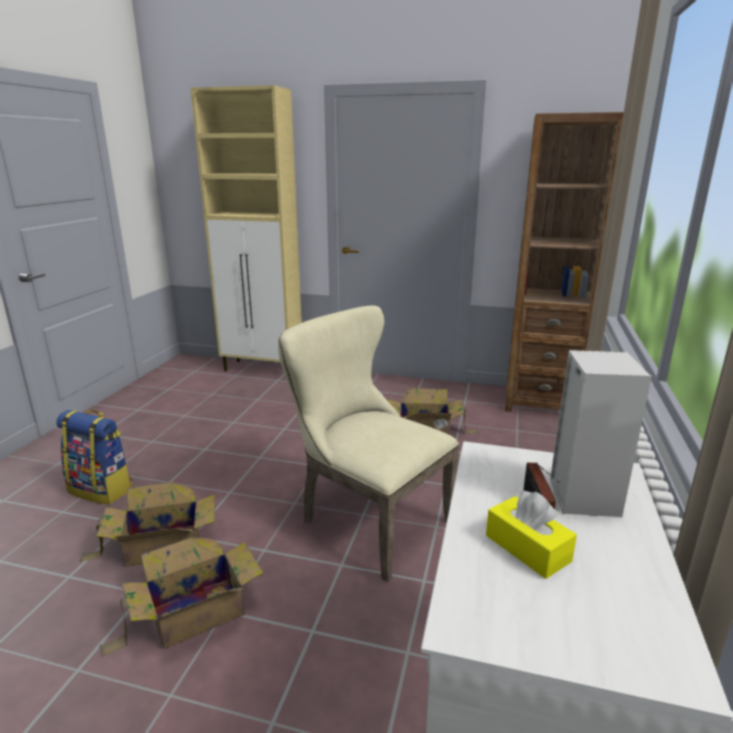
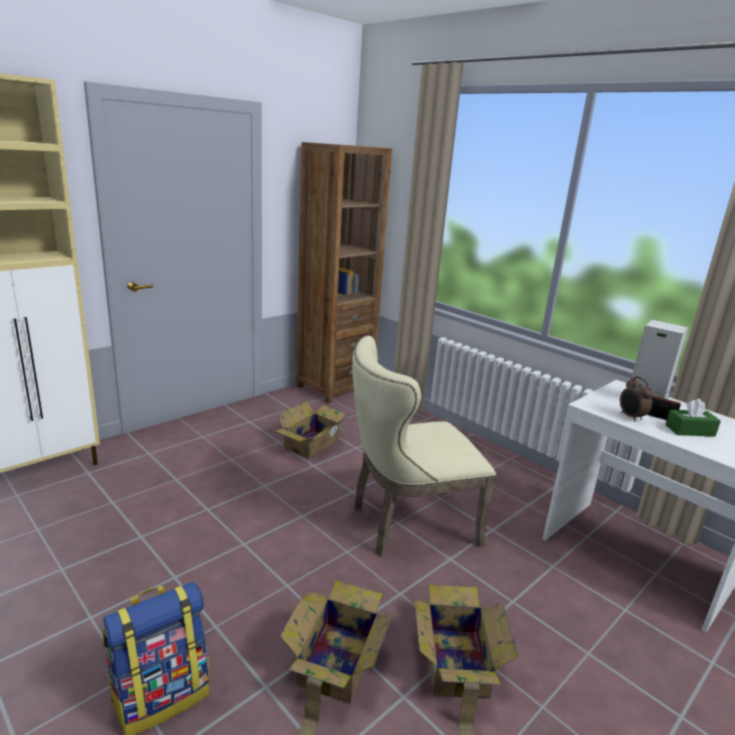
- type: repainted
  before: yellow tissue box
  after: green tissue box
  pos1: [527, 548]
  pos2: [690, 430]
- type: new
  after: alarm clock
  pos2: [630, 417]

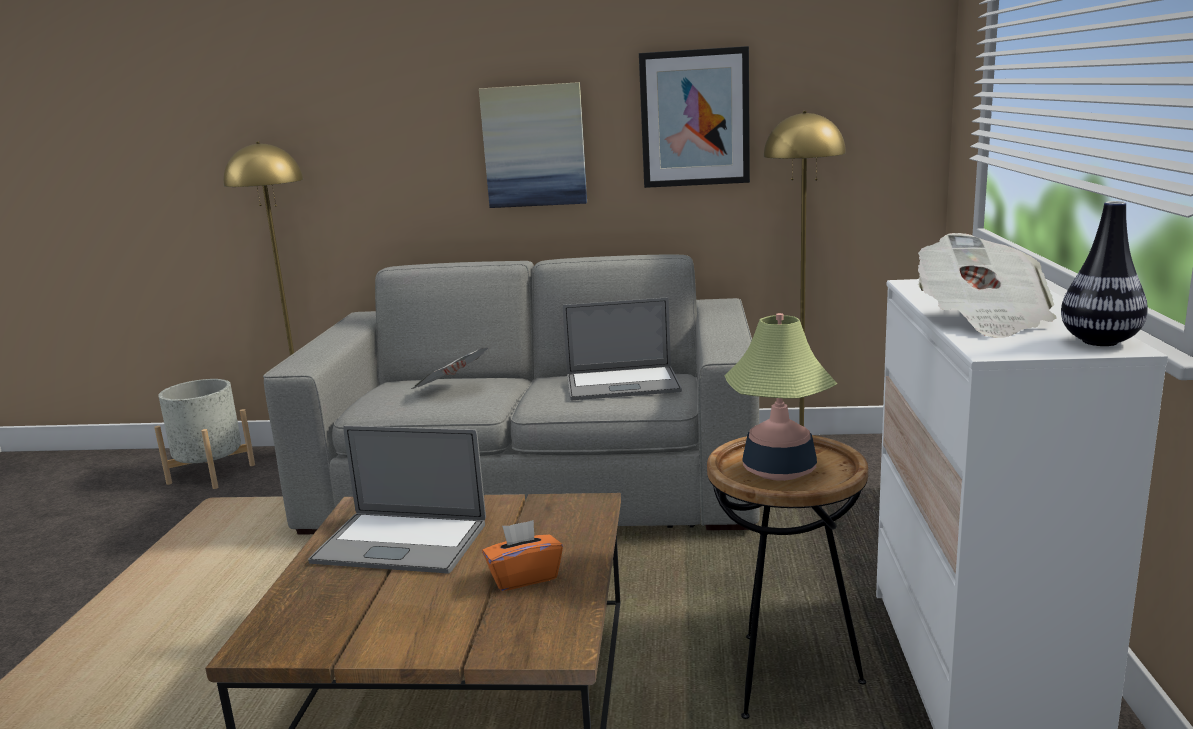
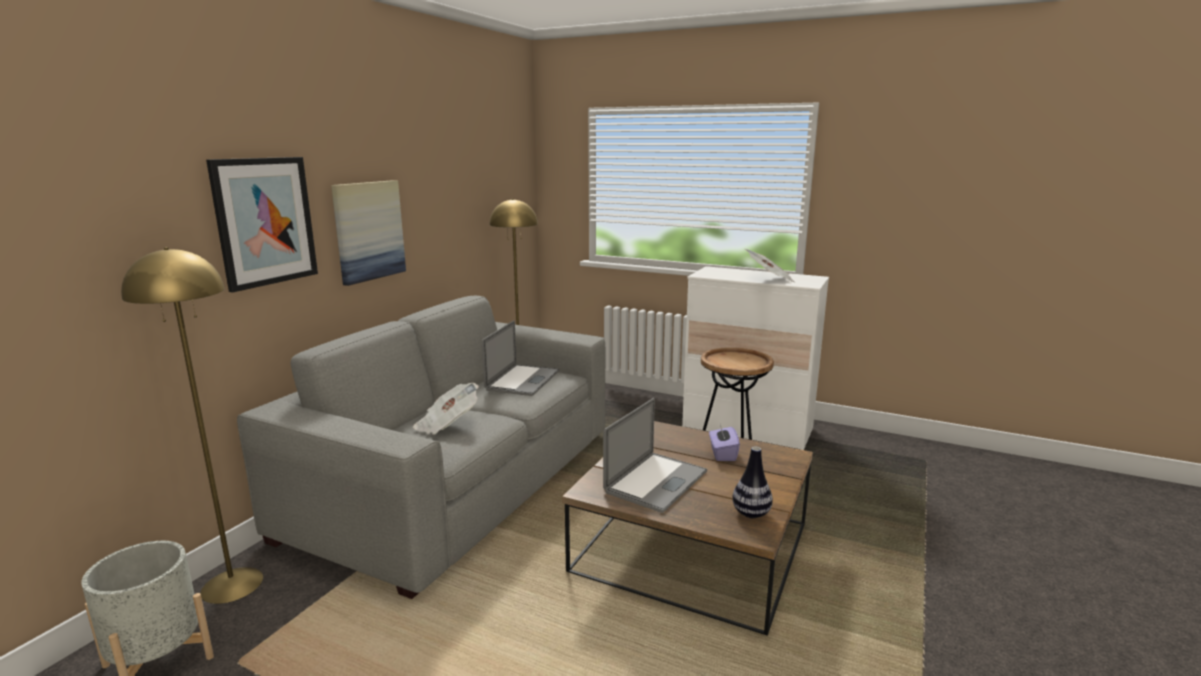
- type: shifted
  before: picture
  pos1: [695, 118]
  pos2: [265, 221]
- type: shifted
  before: vase
  pos1: [1099, 342]
  pos2: [751, 514]
- type: gone
  before: table lamp
  pos1: [779, 470]
- type: repainted
  before: orange tissue box
  after: purple tissue box
  pos1: [524, 577]
  pos2: [722, 454]

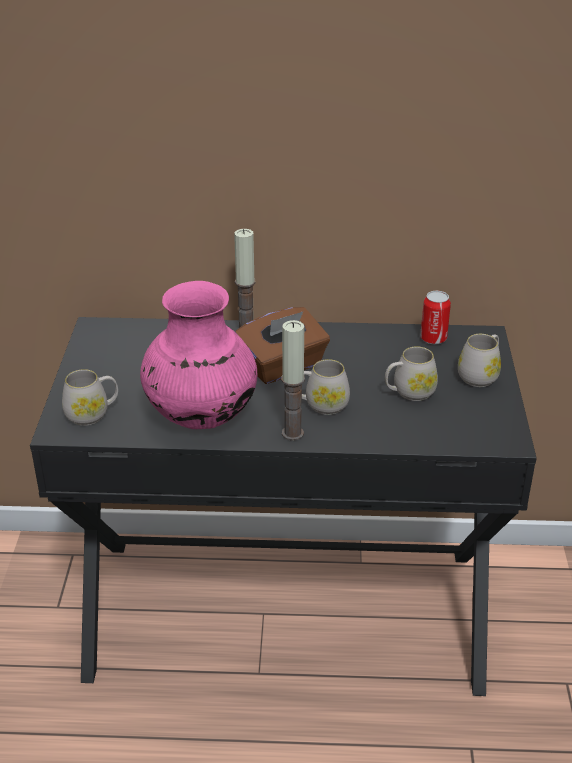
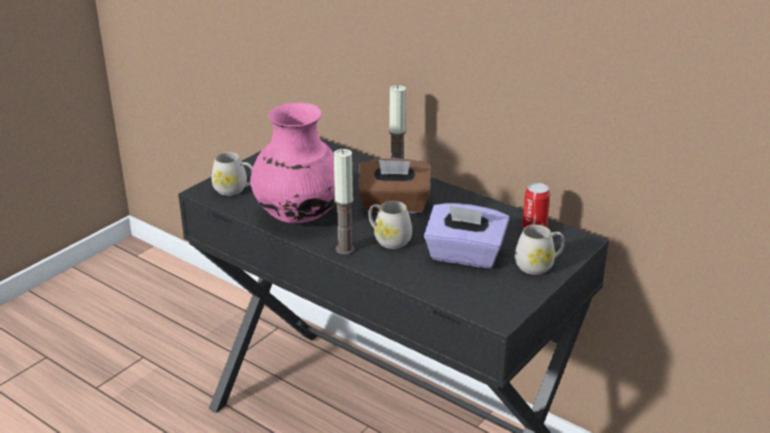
- type: swapped
  before: white mug
  after: purple tissue box
  pos1: [409, 392]
  pos2: [464, 256]

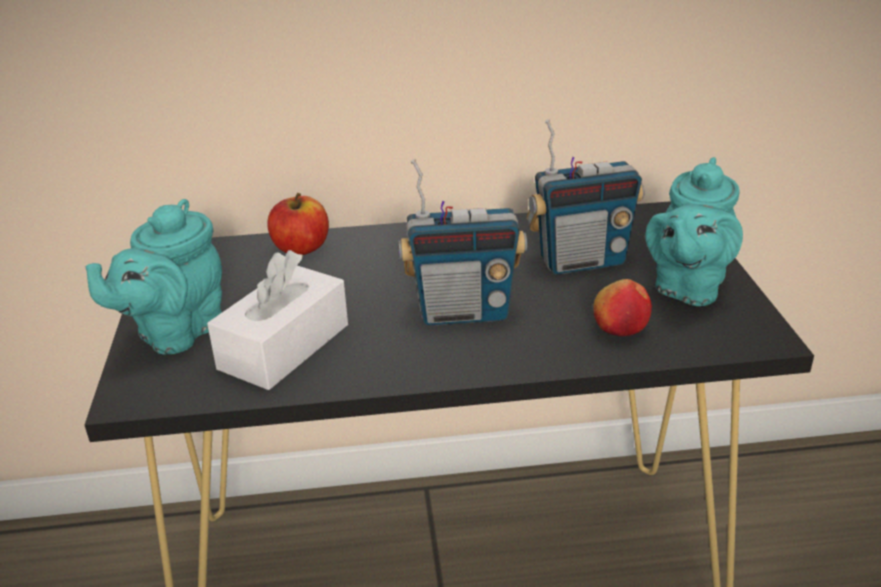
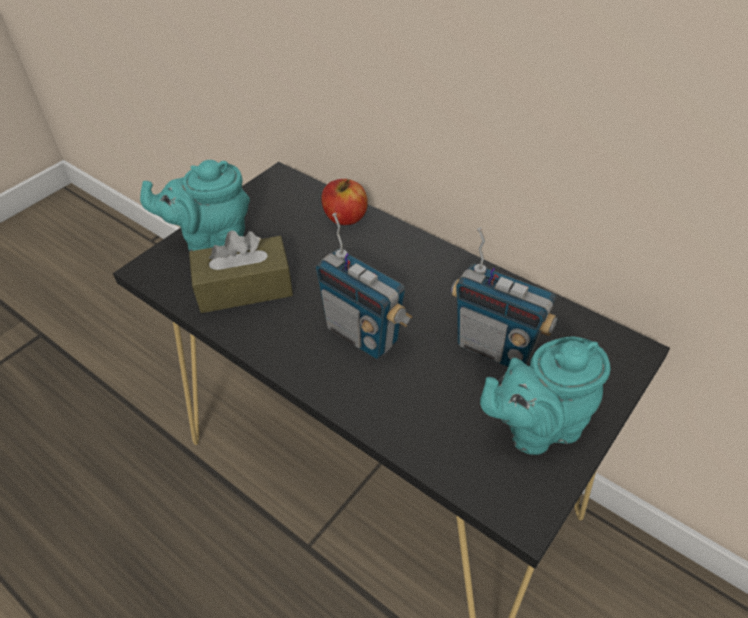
- type: repainted
  before: white tissue box
  after: brown tissue box
  pos1: [284, 347]
  pos2: [244, 288]
- type: gone
  before: apple
  pos1: [619, 328]

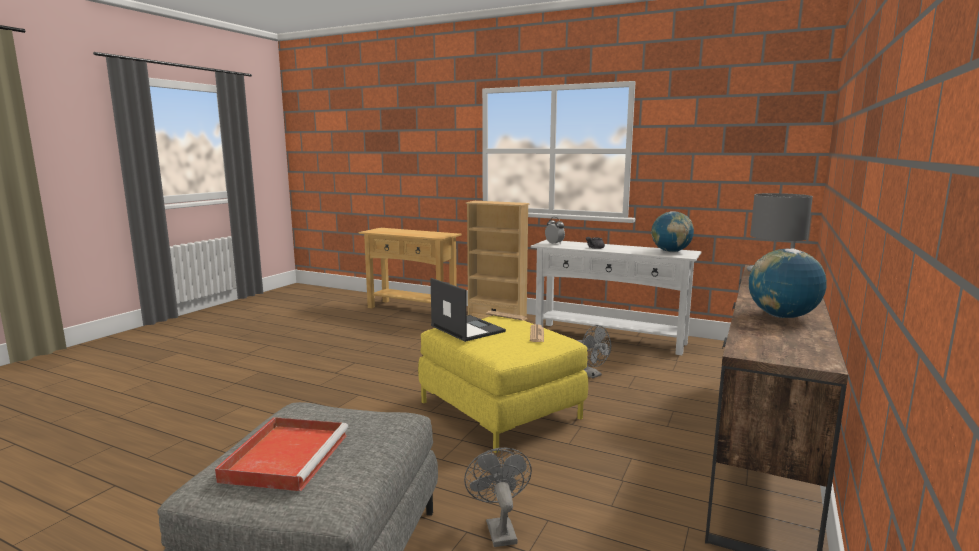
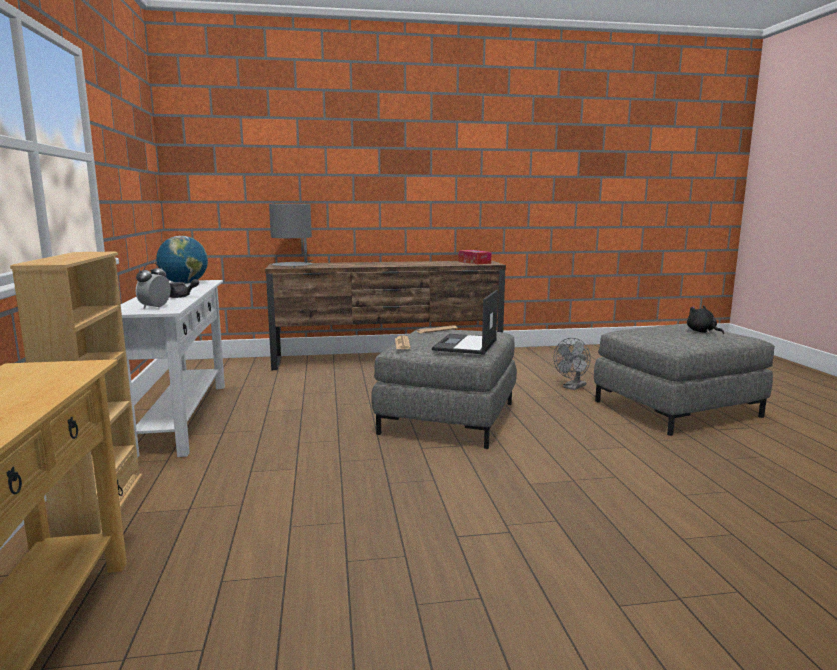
- type: gone
  before: globe
  pos1: [782, 317]
- type: repainted
  before: yellow ottoman
  after: grey ottoman
  pos1: [498, 410]
  pos2: [449, 418]
- type: gone
  before: grey fan
  pos1: [591, 375]
- type: swapped
  before: red tray
  after: black plush toy
  pos1: [287, 456]
  pos2: [702, 332]
- type: new
  after: tissue box
  pos2: [474, 262]

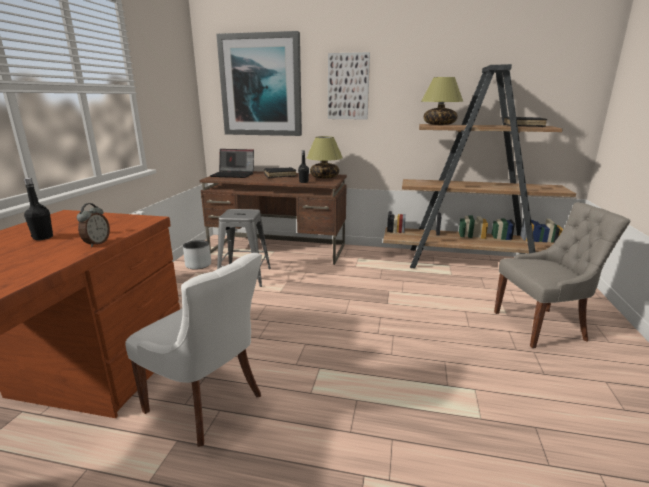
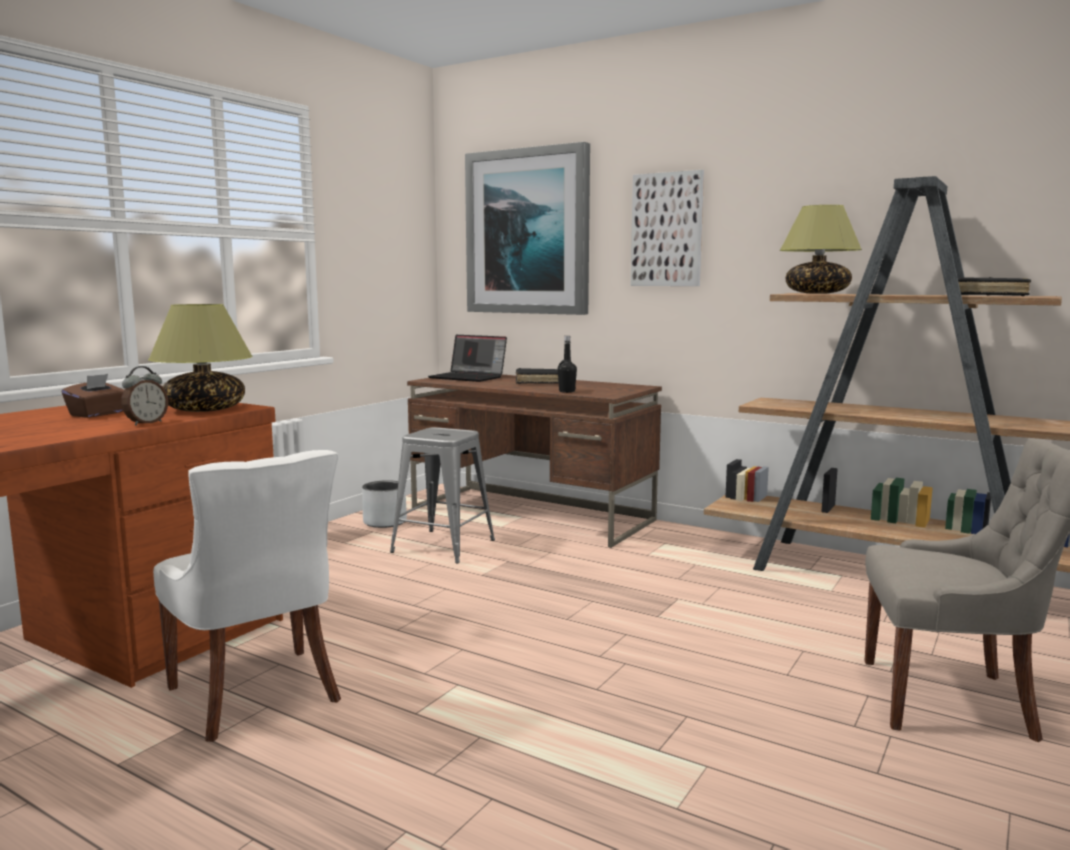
- type: shifted
  before: table lamp
  pos1: [324, 177]
  pos2: [204, 410]
- type: swapped
  before: black bottle
  after: brown tissue box
  pos1: [43, 237]
  pos2: [98, 414]

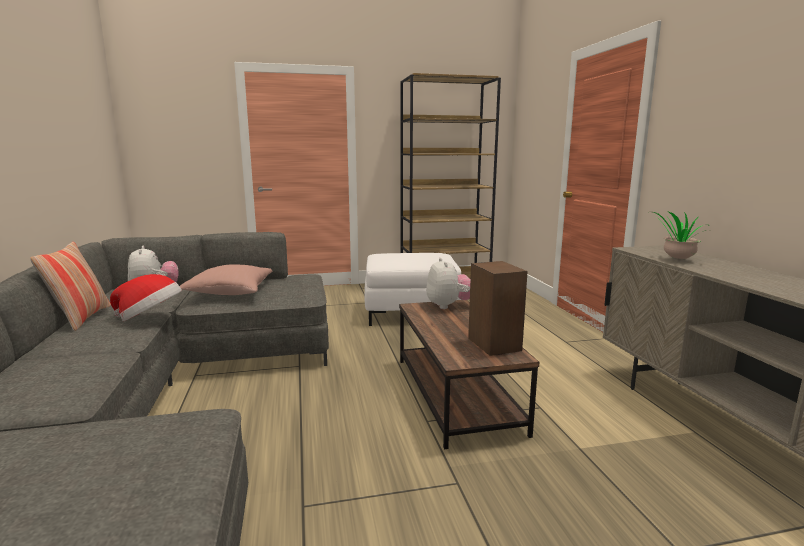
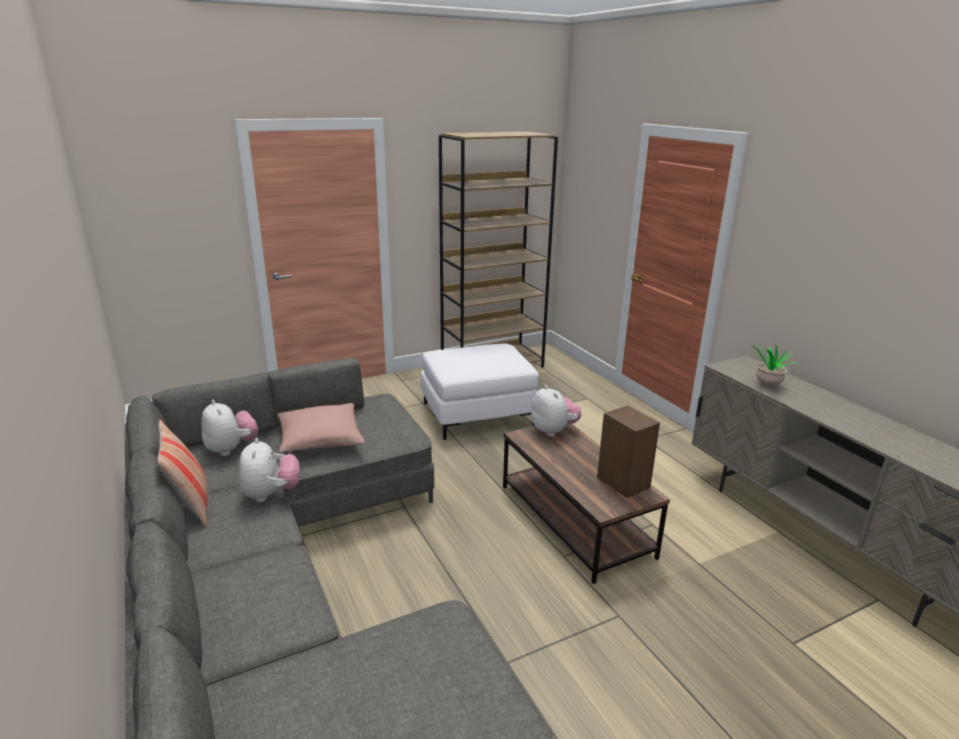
- type: swapped
  before: hat
  after: plush toy
  pos1: [150, 318]
  pos2: [271, 494]

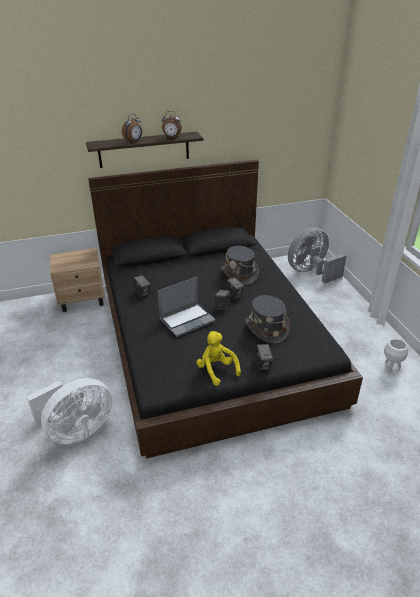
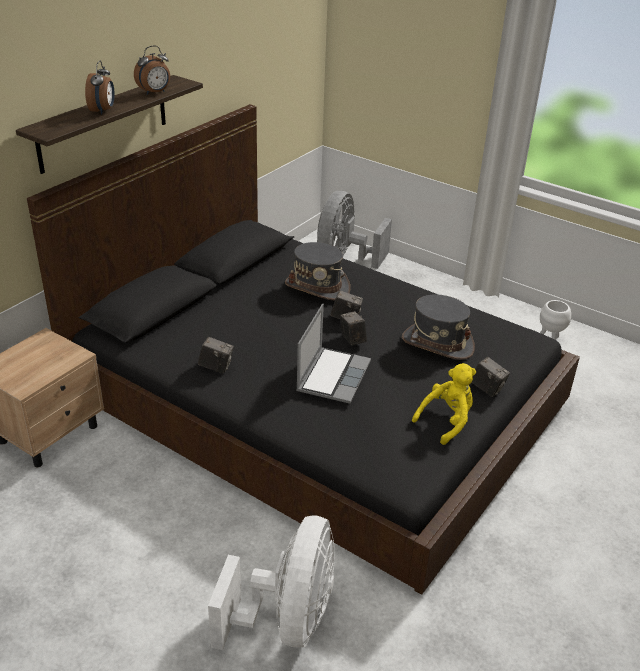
- type: rotated
  before: yellow plush toy
  pos1: [216, 370]
  pos2: [446, 421]
  turn: 120

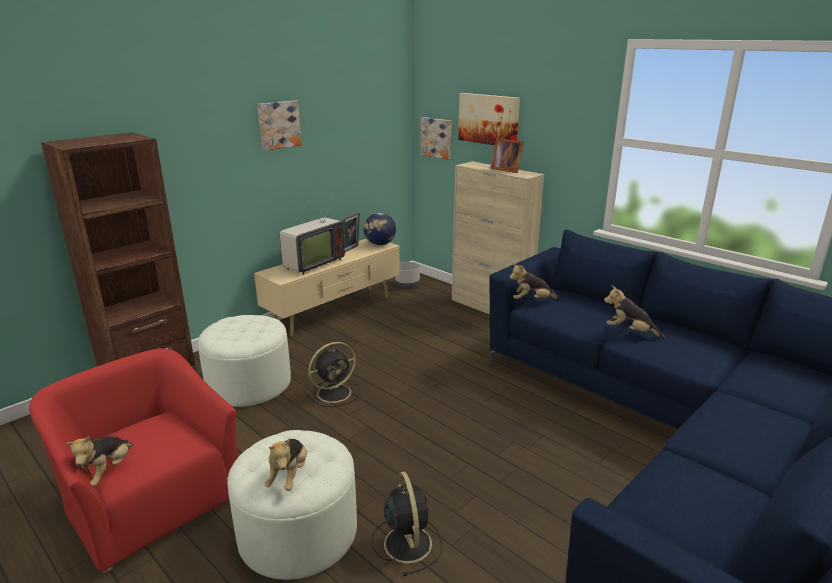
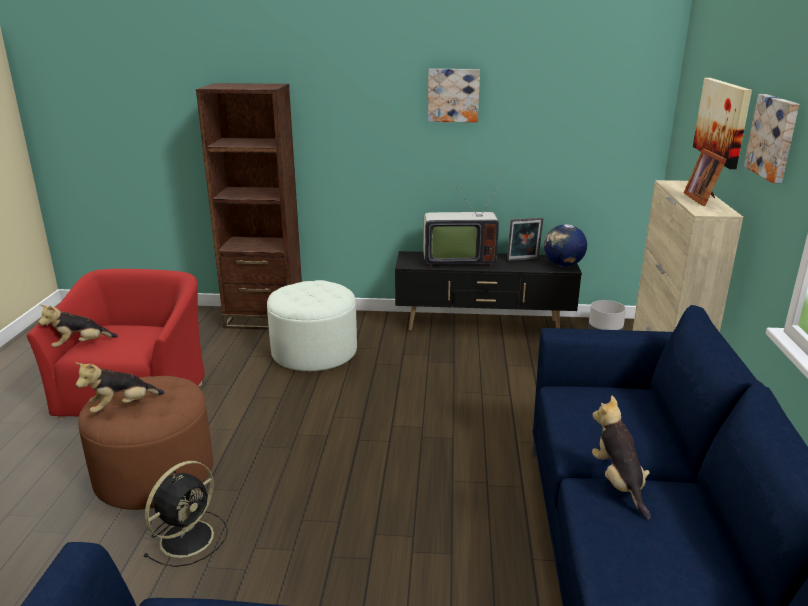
- type: shifted
  before: picture
  pos1: [437, 137]
  pos2: [774, 137]
- type: repainted
  before: beige tv stand
  after: black tv stand
  pos1: [335, 311]
  pos2: [483, 326]
- type: gone
  before: plush toy
  pos1: [532, 300]
- type: gone
  before: black fan
  pos1: [335, 392]
- type: repainted
  before: white ottoman
  after: brown ottoman
  pos1: [298, 533]
  pos2: [154, 473]

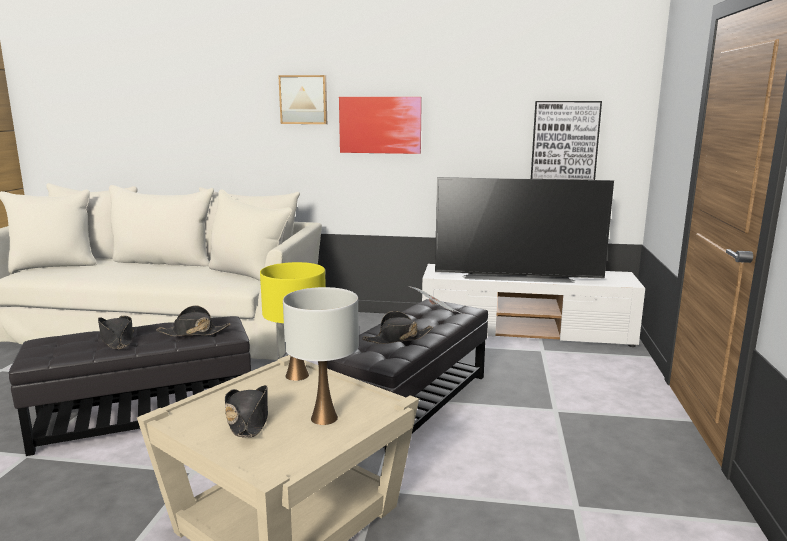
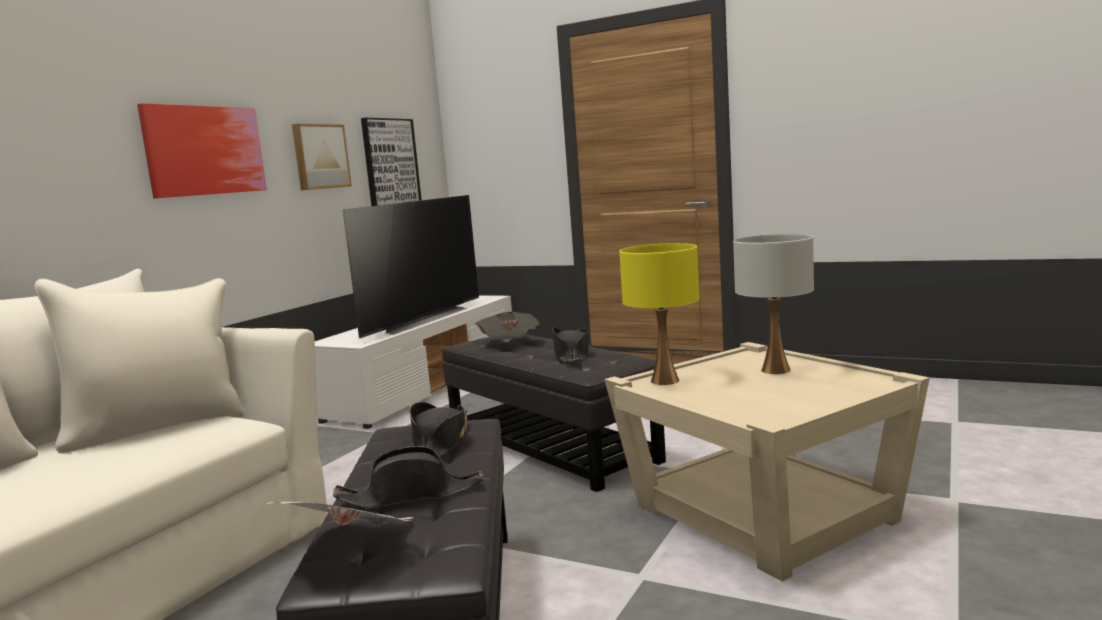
- type: shifted
  before: picture
  pos1: [304, 99]
  pos2: [320, 157]
- type: gone
  before: black hat
  pos1: [248, 419]
- type: new
  after: newspaper
  pos2: [352, 547]

